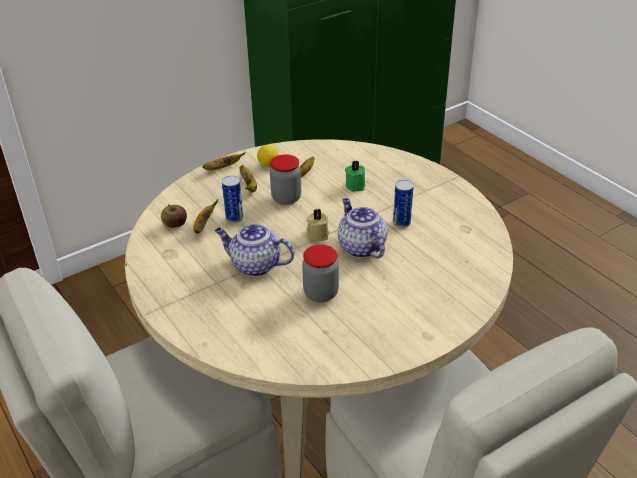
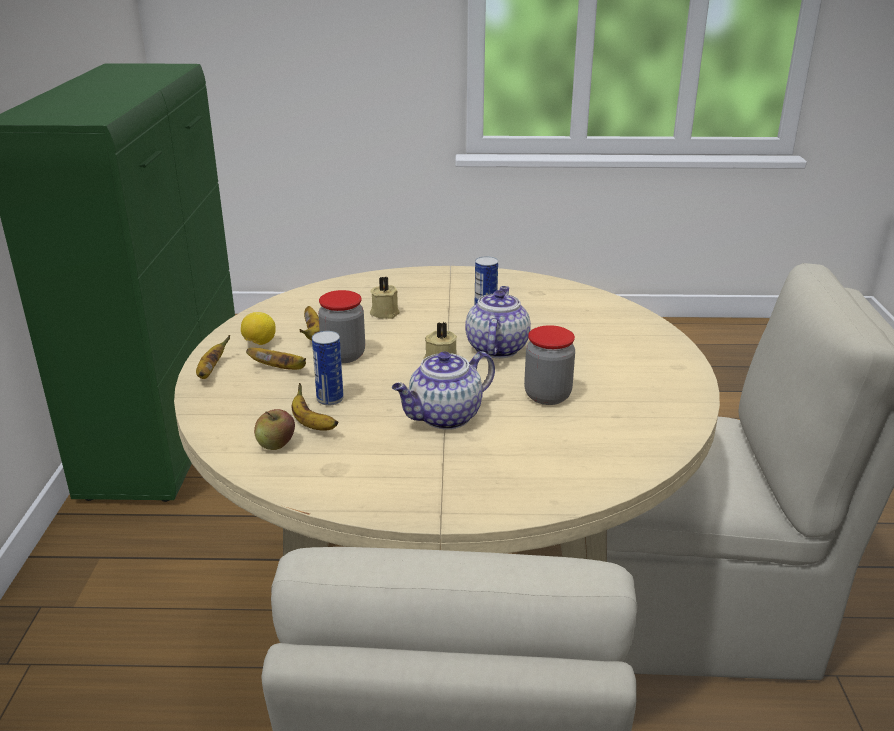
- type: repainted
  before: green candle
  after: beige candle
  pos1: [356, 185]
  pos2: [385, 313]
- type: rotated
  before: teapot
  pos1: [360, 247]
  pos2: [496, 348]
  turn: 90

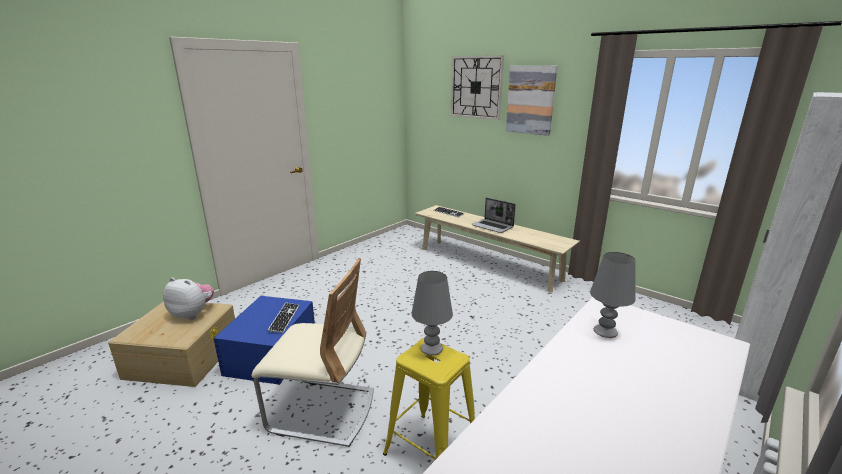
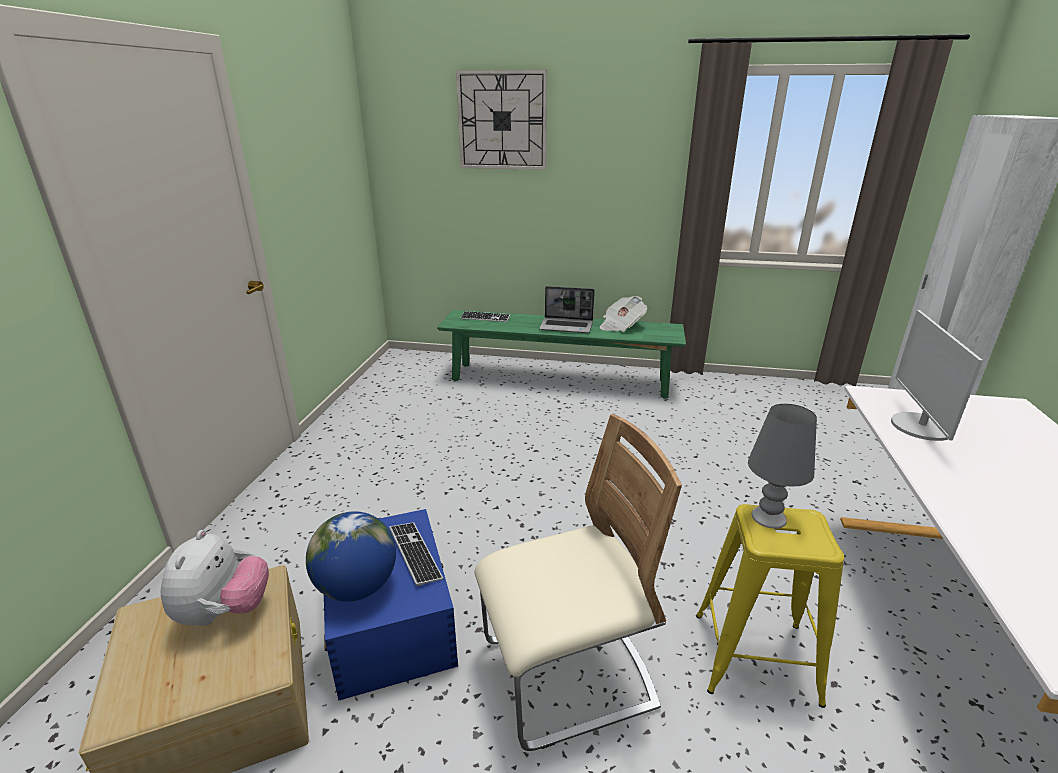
- type: gone
  before: picture
  pos1: [530, 100]
- type: repainted
  before: beige bench
  after: green bench
  pos1: [487, 264]
  pos2: [559, 380]
- type: swapped
  before: grey table lamp
  after: monitor
  pos1: [605, 331]
  pos2: [920, 427]
- type: rotated
  before: plush toy
  pos1: [193, 314]
  pos2: [224, 612]
  turn: 105
- type: new
  after: newspaper
  pos2: [621, 326]
- type: new
  after: globe
  pos2: [357, 587]

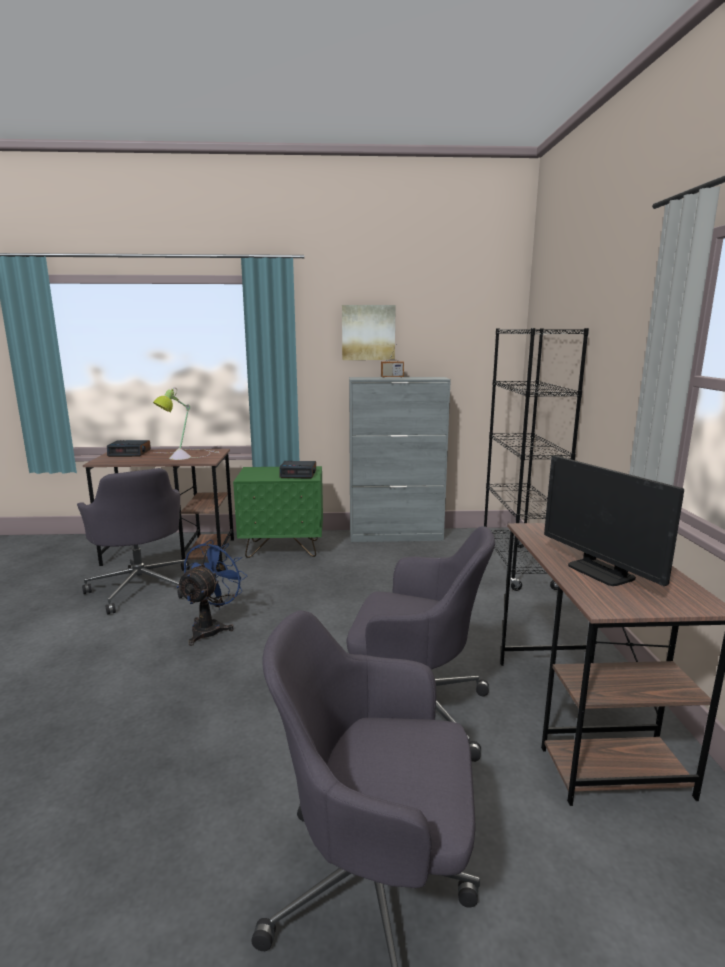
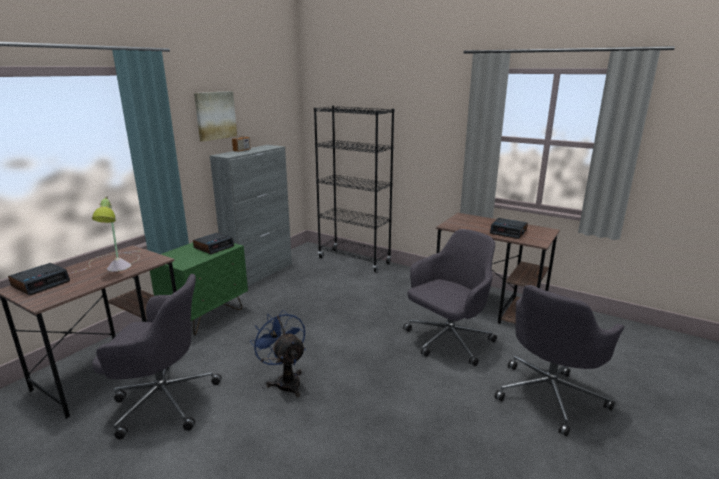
- type: swapped
  before: monitor
  after: alarm clock
  pos1: [601, 572]
  pos2: [508, 232]

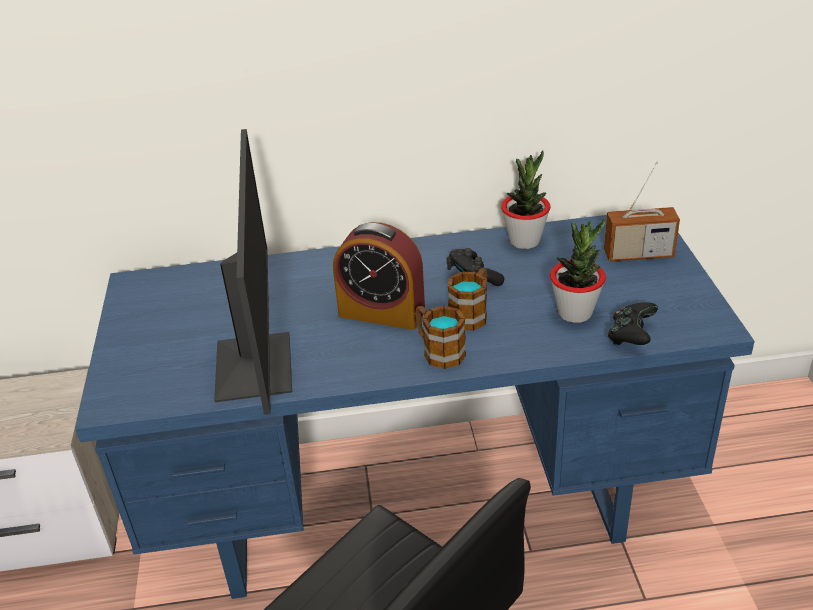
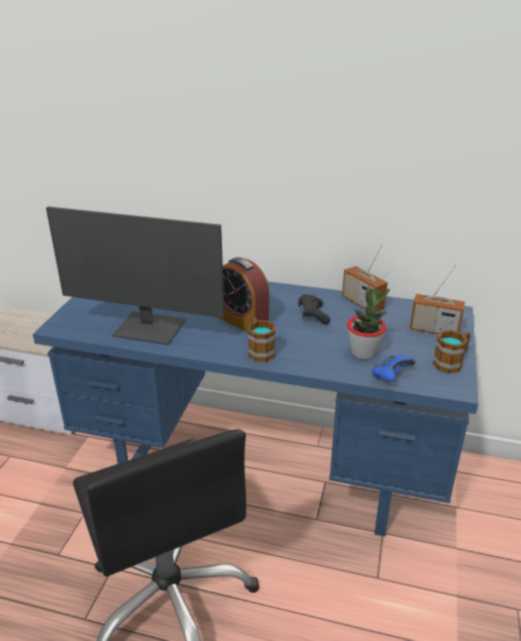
- type: rotated
  before: monitor
  pos1: [257, 365]
  pos2: [149, 329]
  turn: 90
- type: swapped
  before: potted plant
  after: radio
  pos1: [524, 241]
  pos2: [362, 303]
- type: shifted
  before: mug
  pos1: [472, 313]
  pos2: [451, 362]
- type: repainted
  before: black game controller
  after: blue game controller
  pos1: [631, 336]
  pos2: [390, 376]

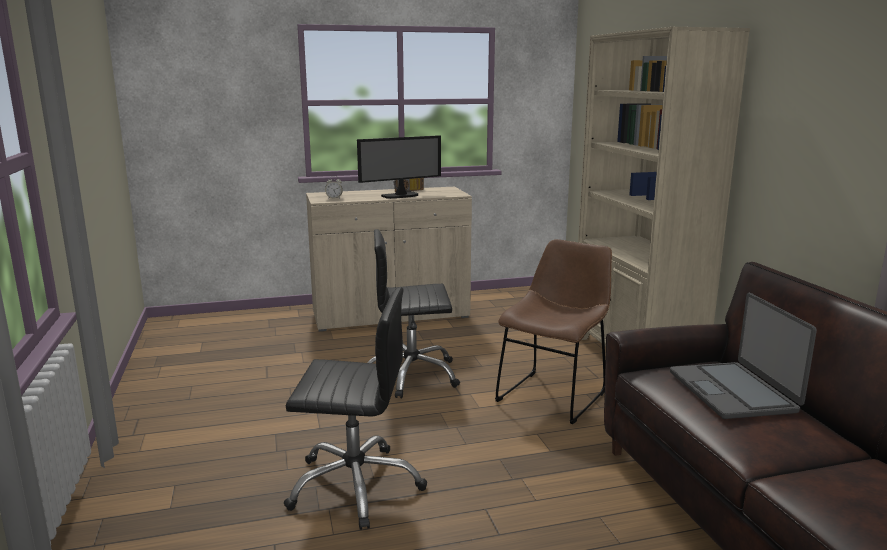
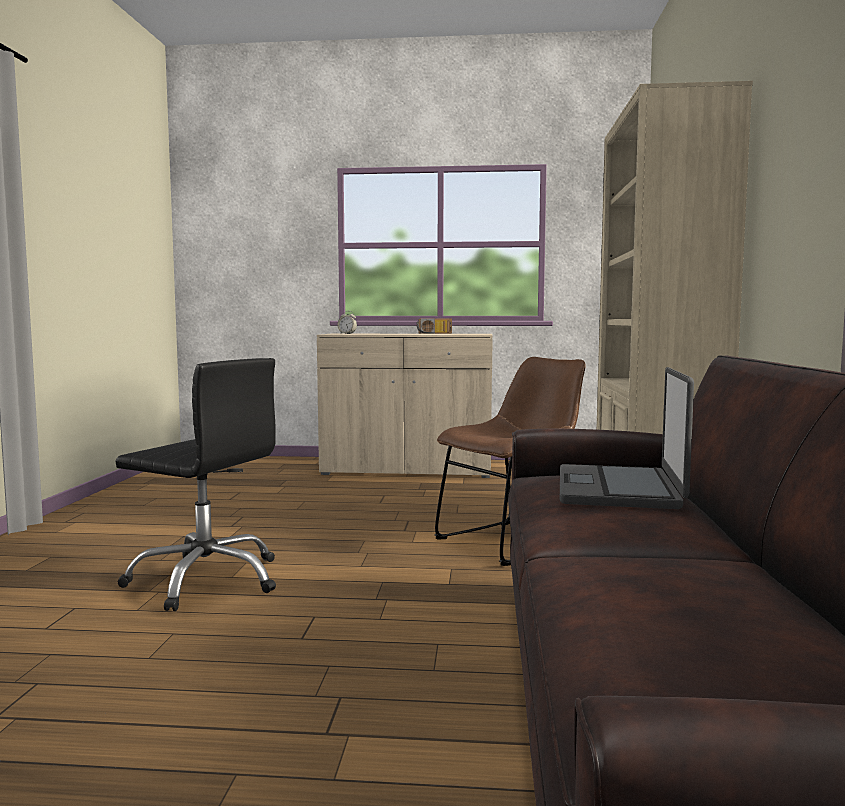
- type: gone
  before: monitor
  pos1: [401, 196]
- type: gone
  before: black office chair
  pos1: [411, 375]

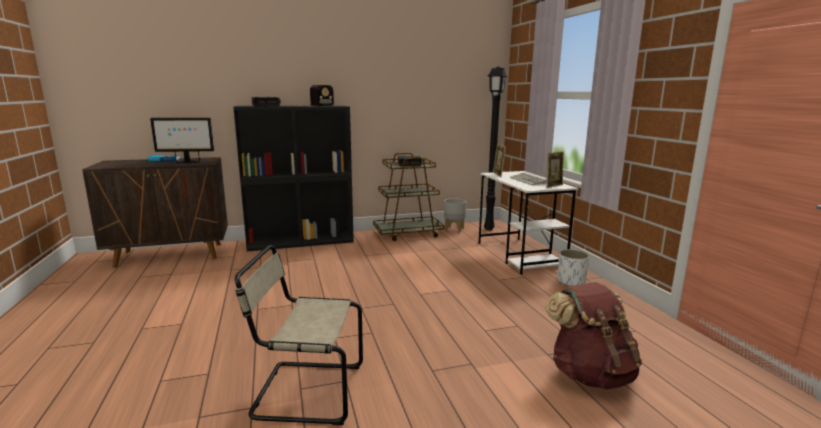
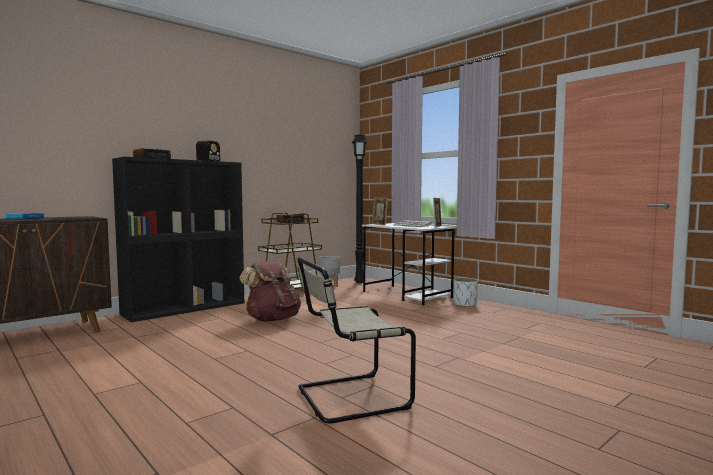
- type: gone
  before: monitor
  pos1: [186, 162]
- type: shifted
  before: brown backpack
  pos1: [590, 373]
  pos2: [272, 319]

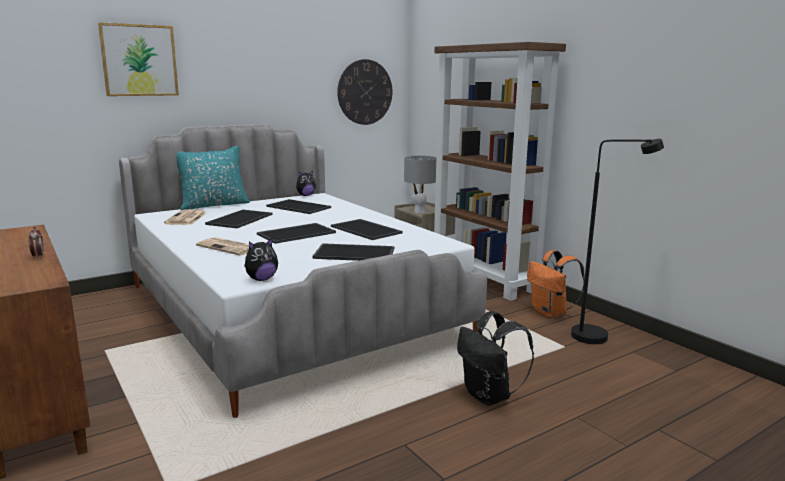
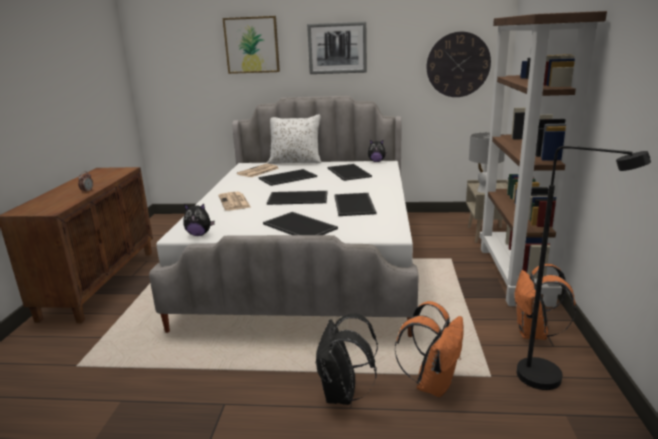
- type: repainted
  before: turquoise pillow
  after: white pillow
  pos1: [213, 205]
  pos2: [295, 162]
- type: new
  after: picture
  pos2: [337, 48]
- type: new
  after: orange backpack
  pos2: [433, 383]

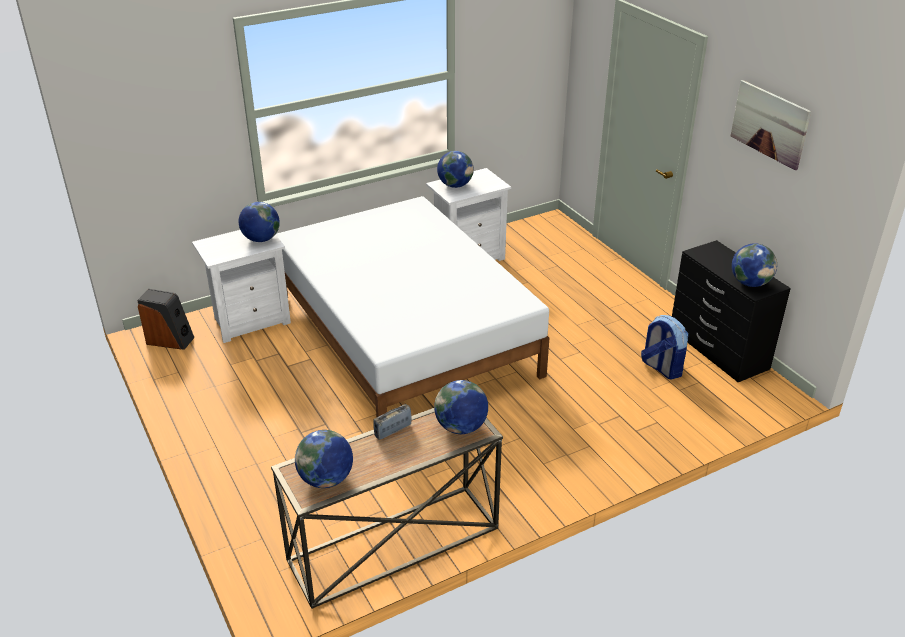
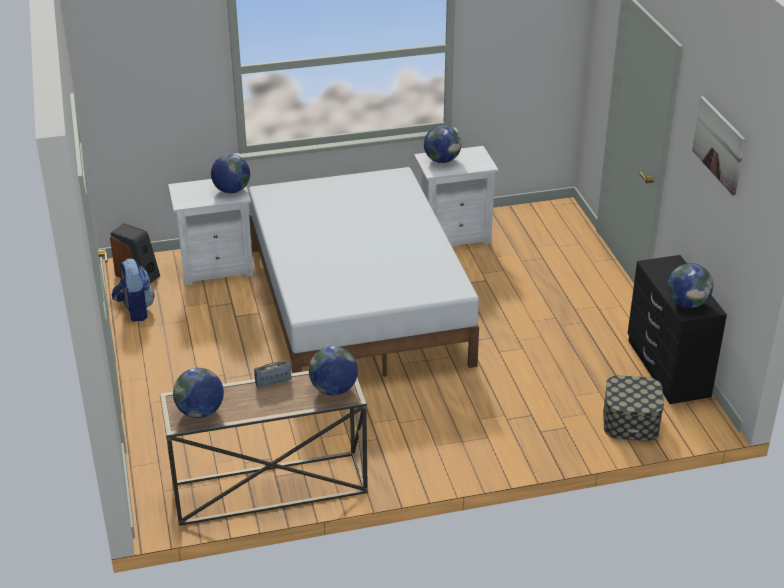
- type: shifted
  before: backpack
  pos1: [661, 368]
  pos2: [135, 310]
- type: new
  after: storage box
  pos2: [630, 421]

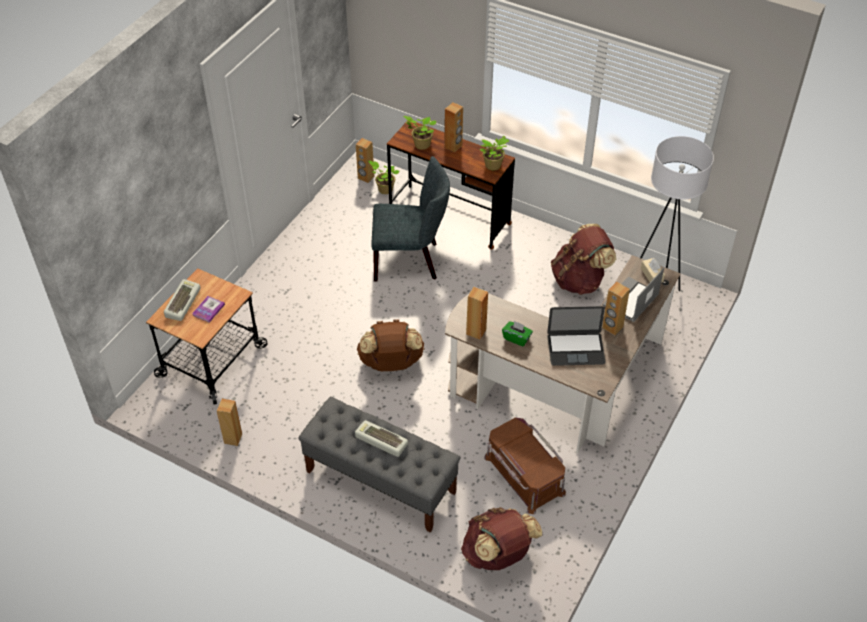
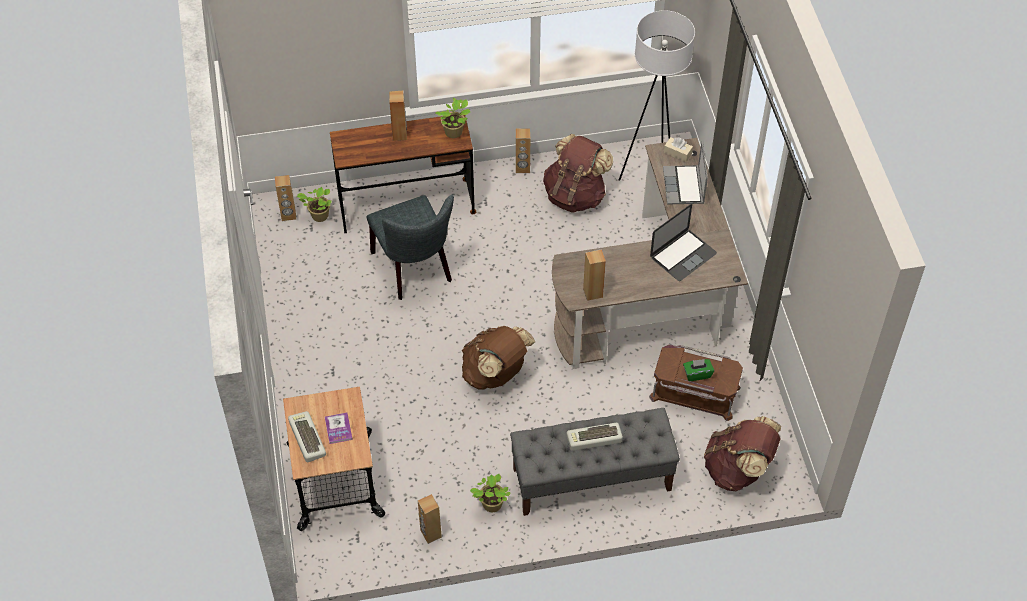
- type: shifted
  before: potted plant
  pos1: [421, 145]
  pos2: [491, 505]
- type: rotated
  before: grey chair
  pos1: [410, 260]
  pos2: [415, 269]
  turn: 105
- type: shifted
  before: brown speaker
  pos1: [612, 327]
  pos2: [522, 168]
- type: shifted
  before: green tissue box
  pos1: [516, 338]
  pos2: [697, 374]

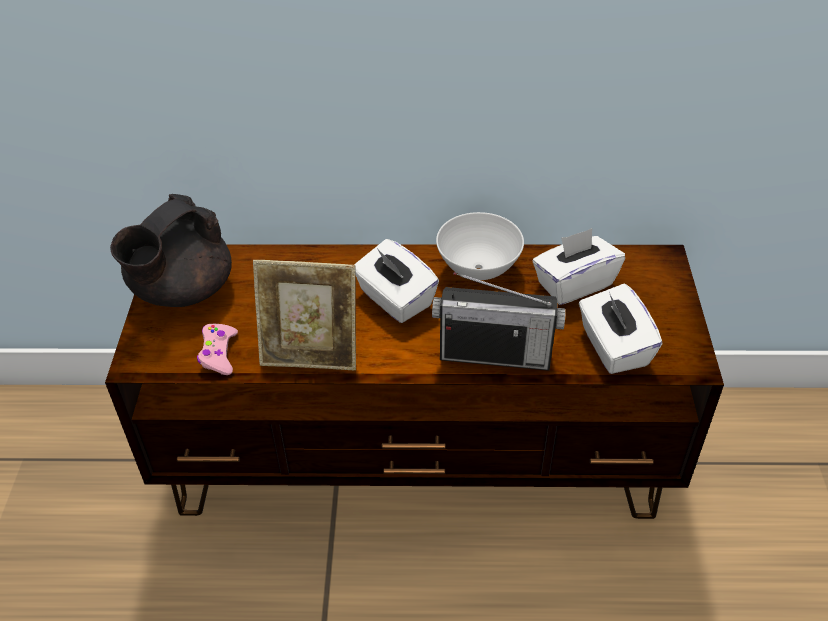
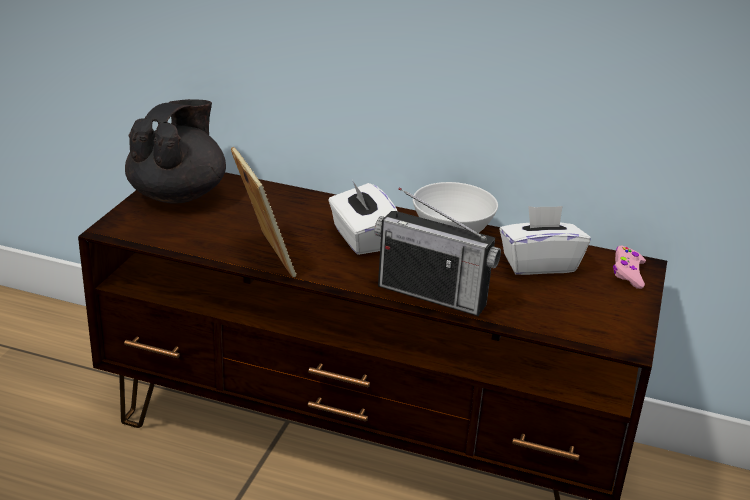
- type: rotated
  before: black teapot
  pos1: [181, 291]
  pos2: [178, 194]
  turn: 150
- type: rotated
  before: picture frame
  pos1: [311, 354]
  pos2: [263, 257]
  turn: -135
- type: gone
  before: white tissue box
  pos1: [613, 347]
- type: shifted
  before: pink game controller
  pos1: [218, 354]
  pos2: [628, 273]

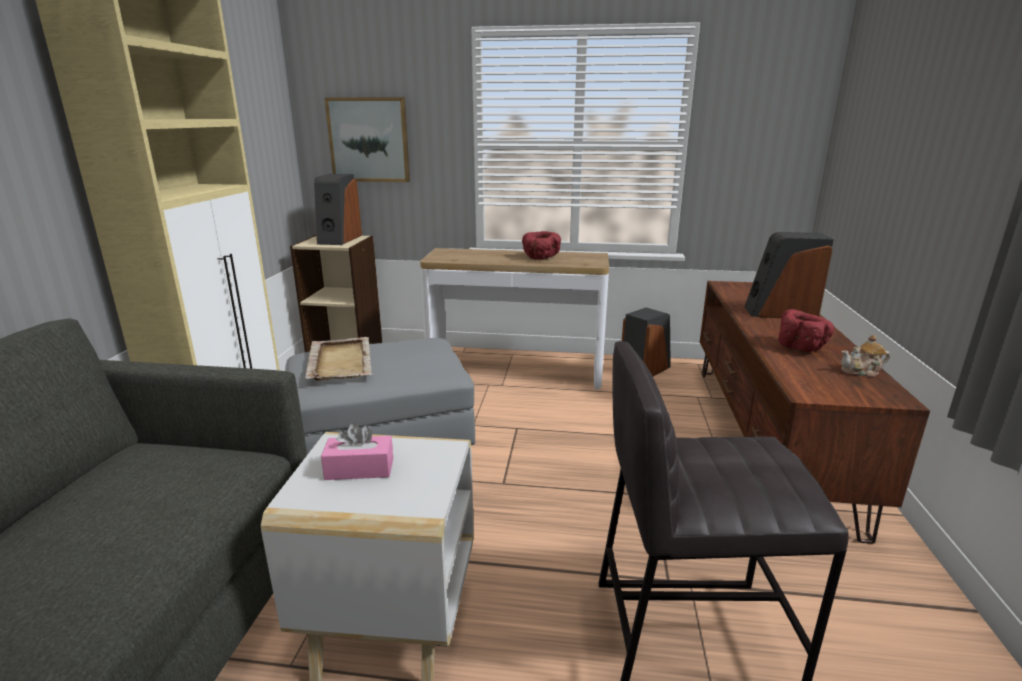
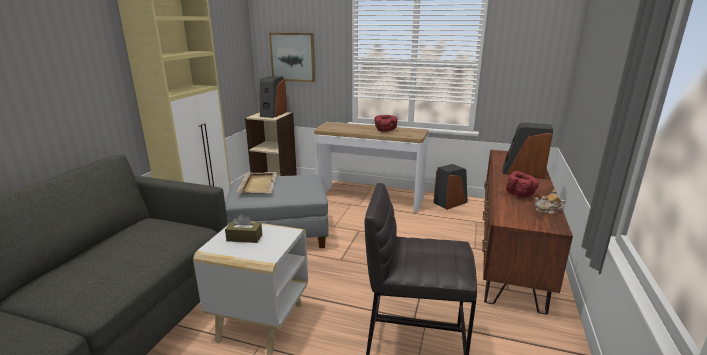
- type: repainted
  before: pink tissue box
  after: brown tissue box
  pos1: [359, 469]
  pos2: [244, 238]

